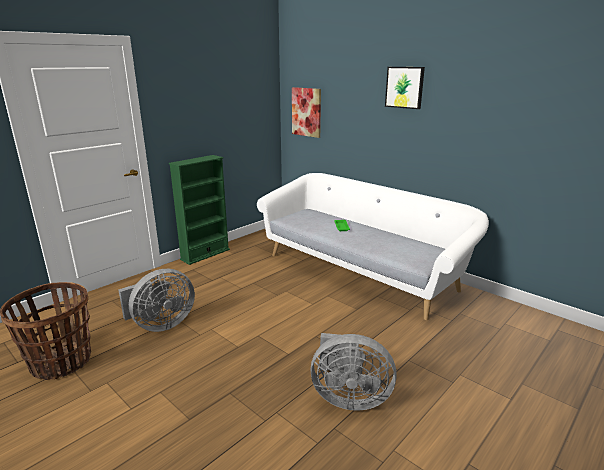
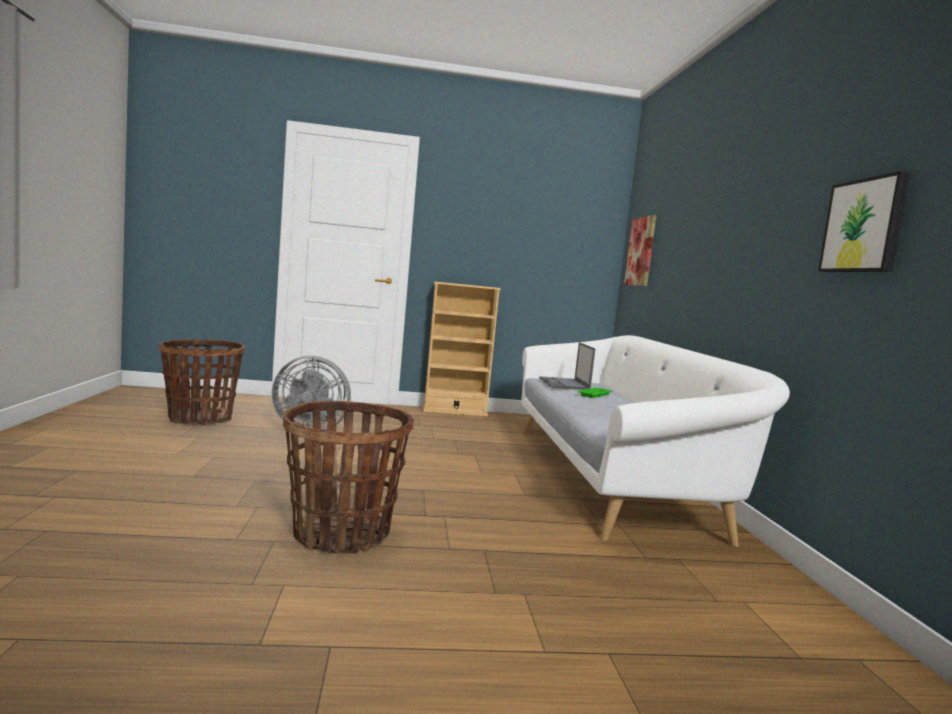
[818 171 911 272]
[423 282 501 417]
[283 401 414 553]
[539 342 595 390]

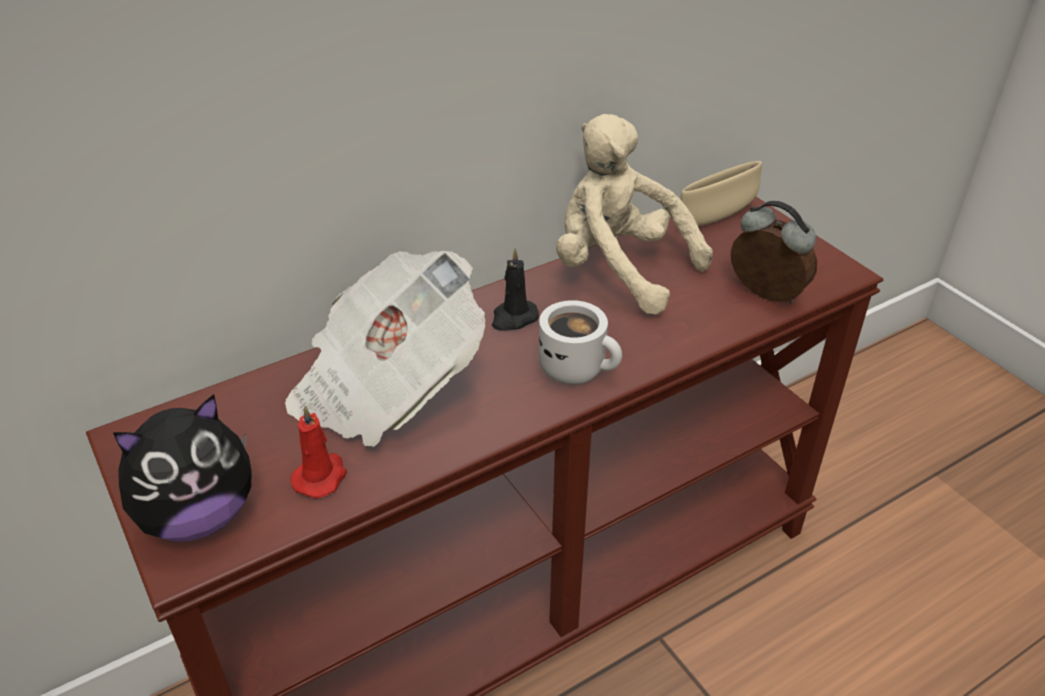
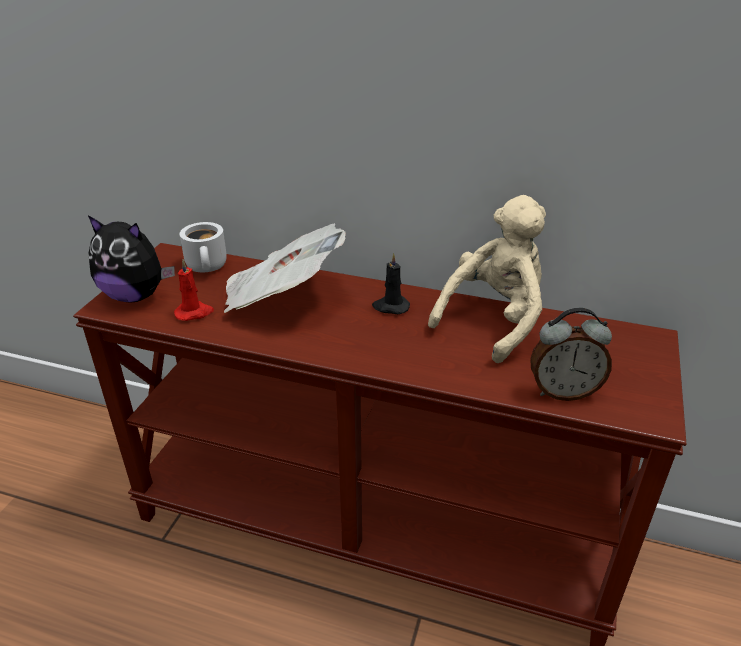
[428 195 546 363]
[680 161 762 226] (first image)
[530 308 612 401]
[180 222 227 272]

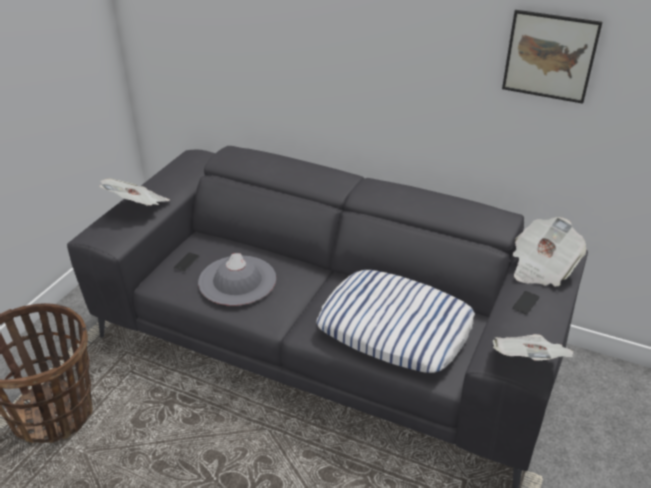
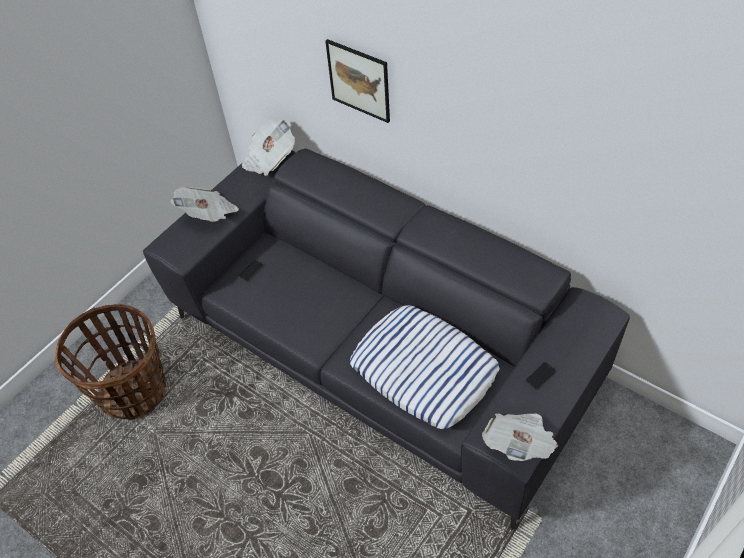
[325 39 390 123]
[242 119 295 176]
[198 253 276 306] (first image)

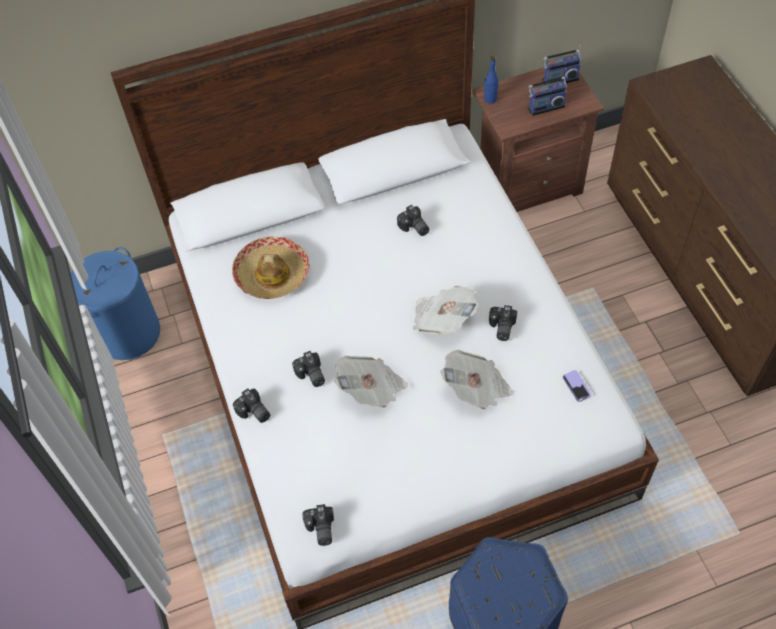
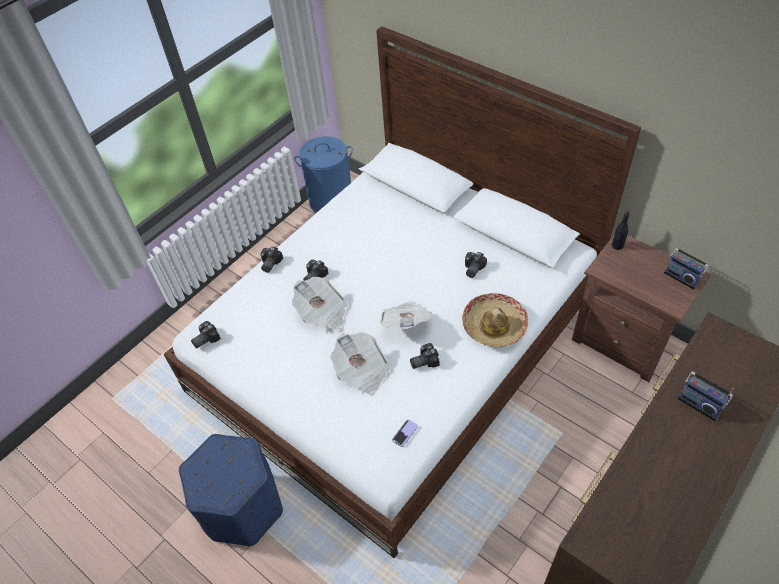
[612 209 630 250]
[677 371 734 421]
[462 293 528 347]

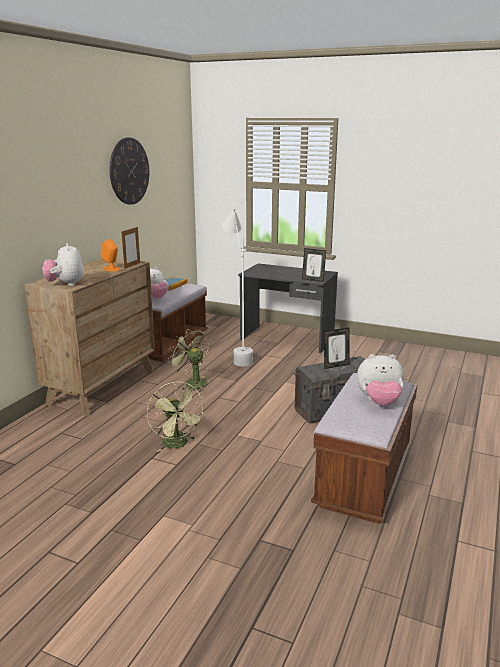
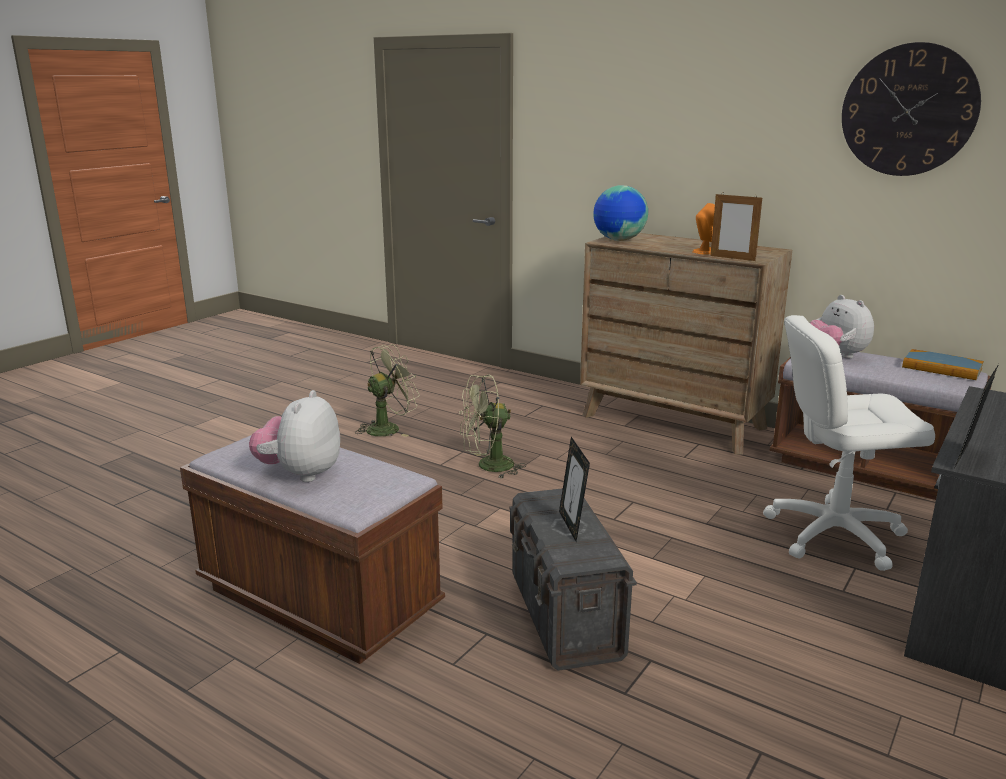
[763 315 935 571]
[593 185 648 241]
[355 344 420 437]

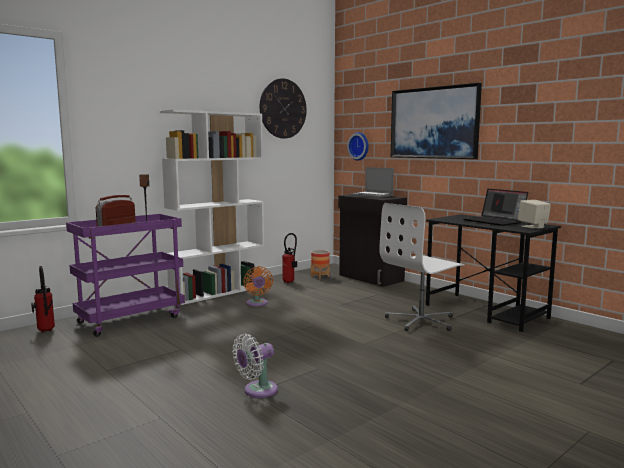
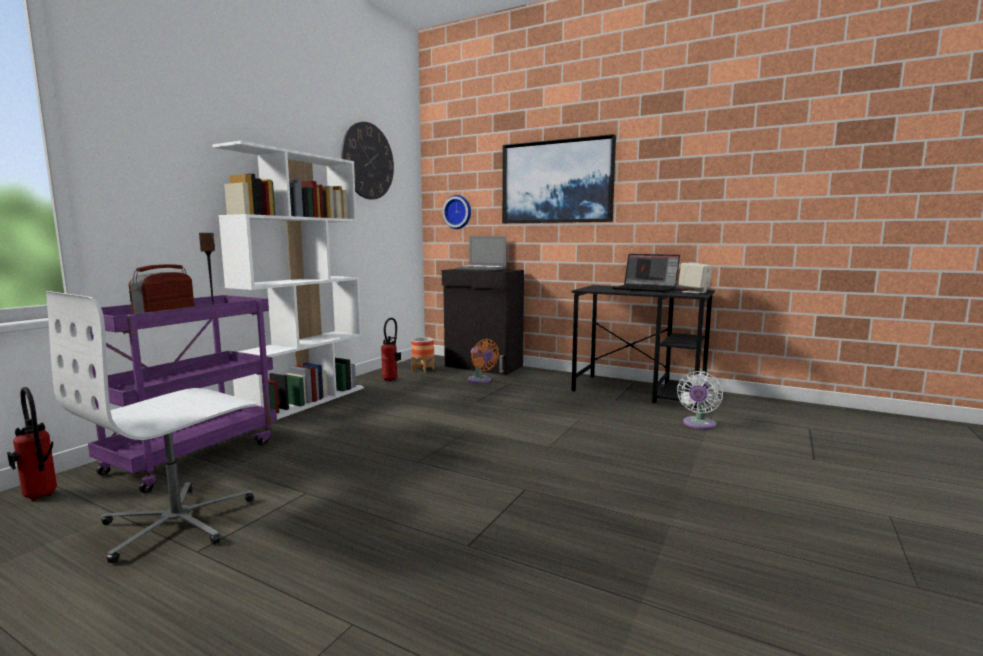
[45 291 256 563]
[468 339 499 384]
[677 371 723 429]

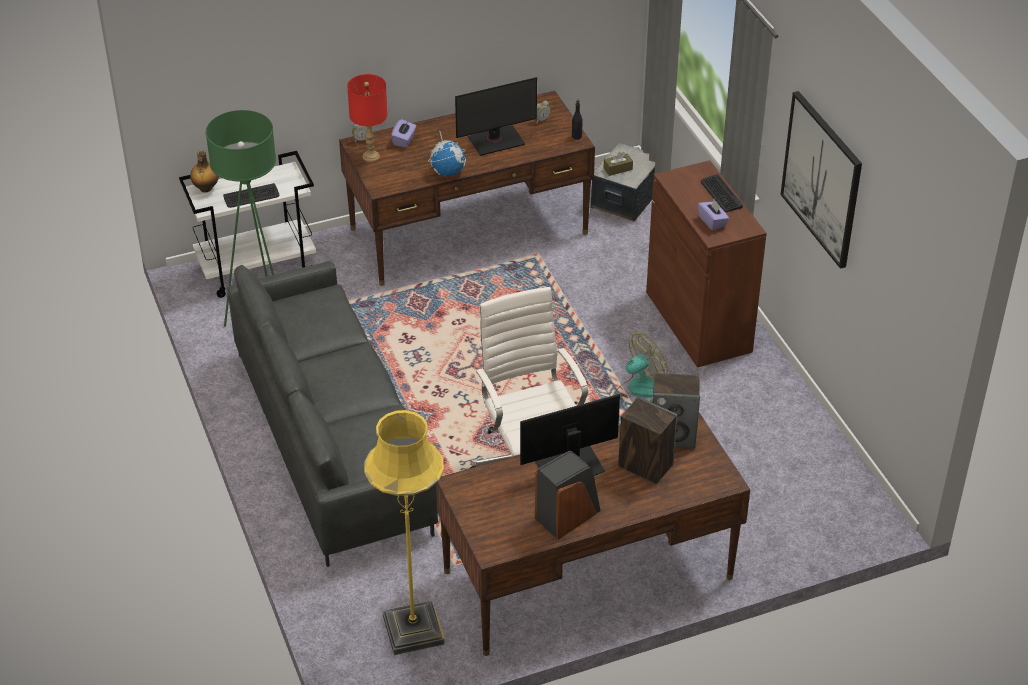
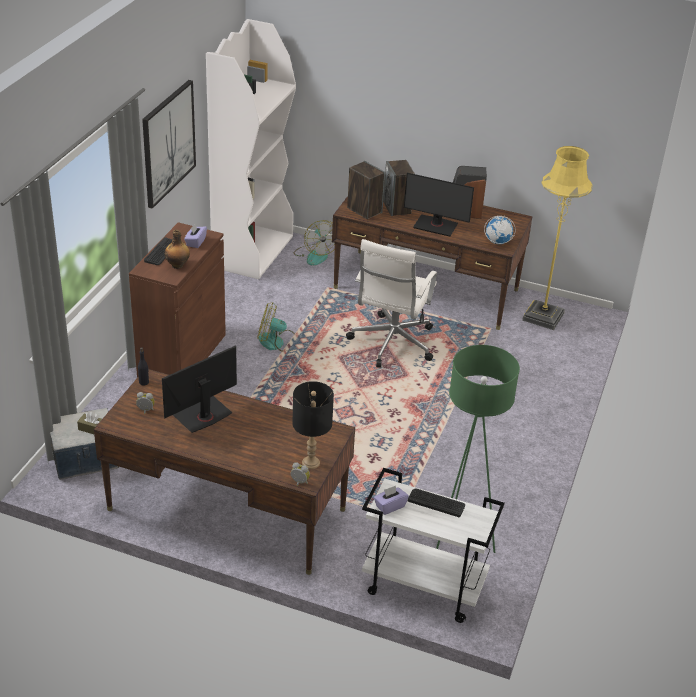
[292 381 334 469]
[162 345 237 433]
[374 486 409 515]
[484 216 516 244]
[165 230 190 269]
[227 261 438 567] (first image)
[206 19 296 279]
[294 220 335 265]

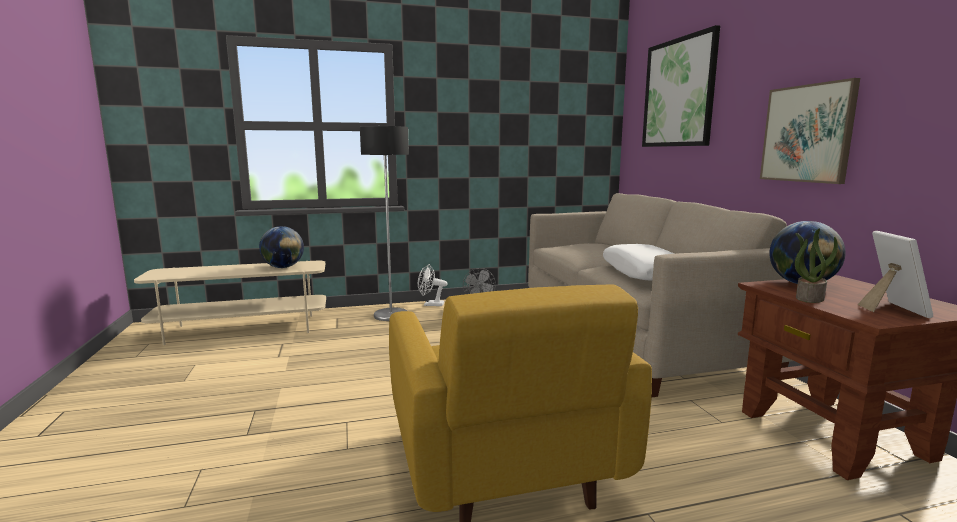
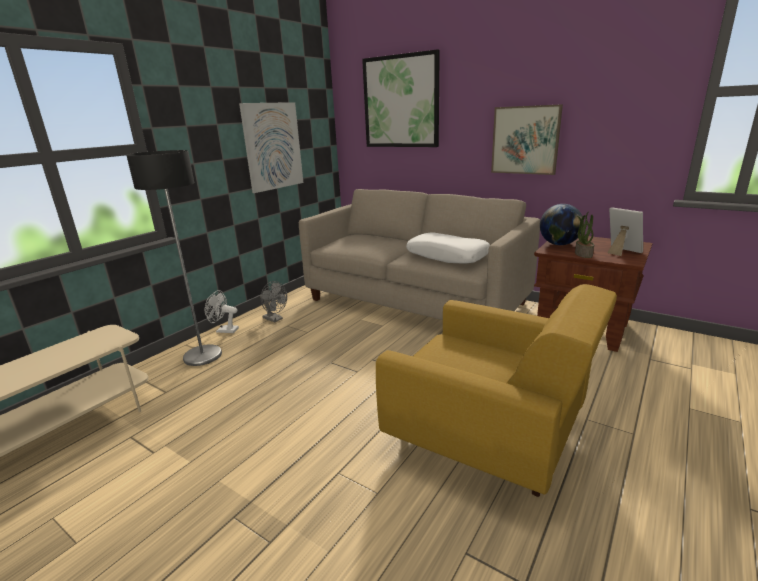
[259 226 304 268] (first image)
[205 290 239 333]
[239 102 303 193]

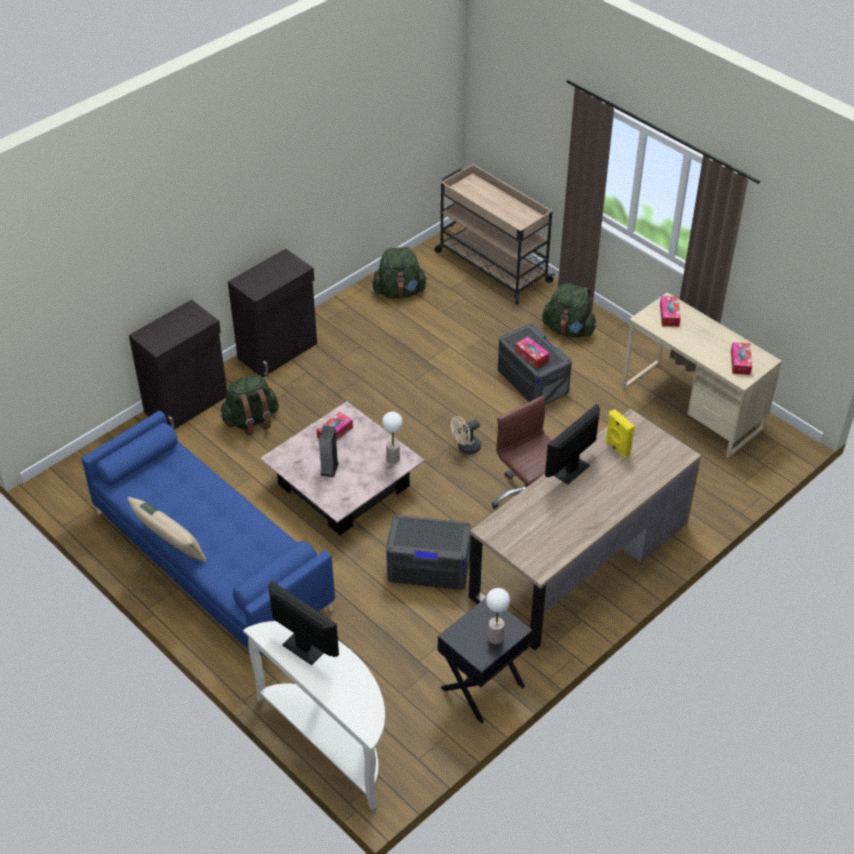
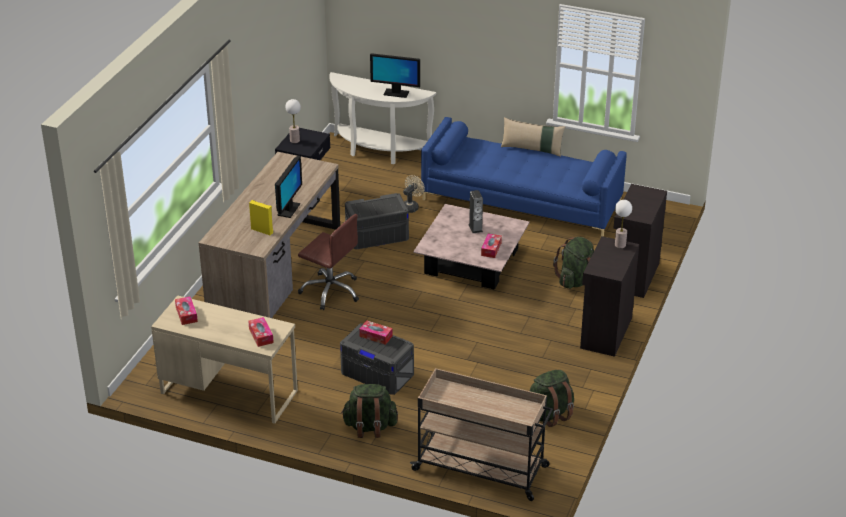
[615 200 632 248]
[403 175 425 213]

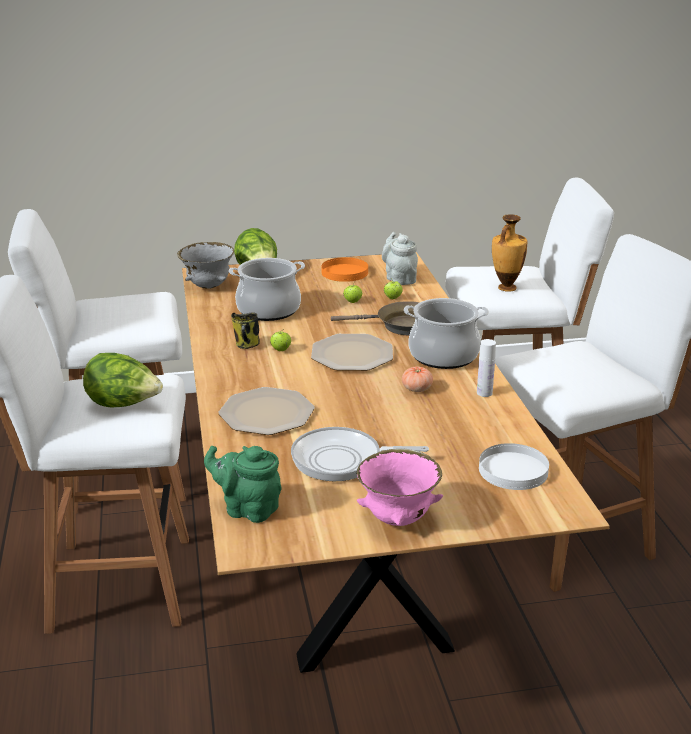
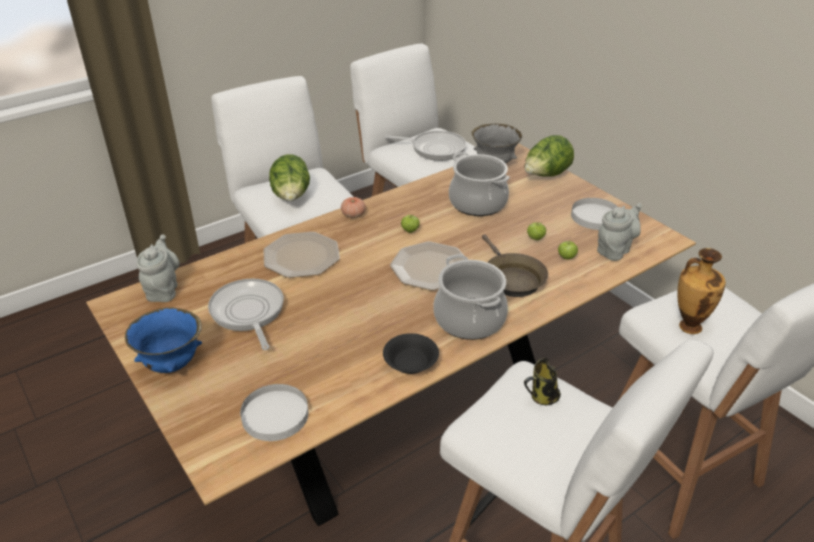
[571 198 618 230]
[524 358 561 405]
[383 333 439 374]
[341 197 366 218]
[137 234 180 302]
[125 307 202 373]
[385 131 466 161]

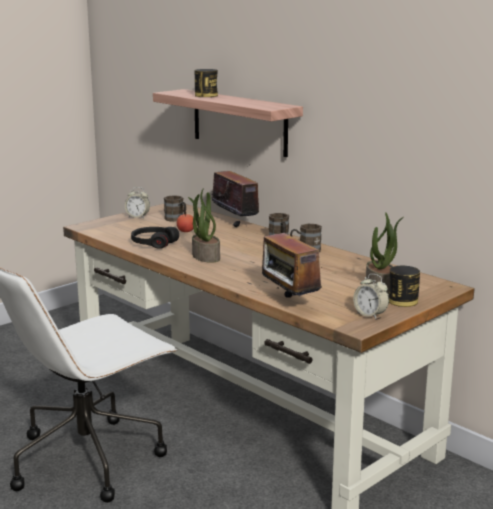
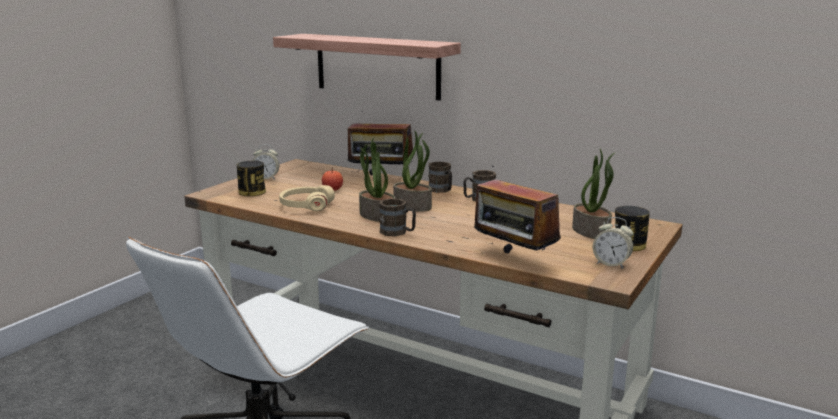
[237 161 266 196]
[348 111 414 175]
[379 198 416 236]
[279 185 335 211]
[393 130 432 212]

